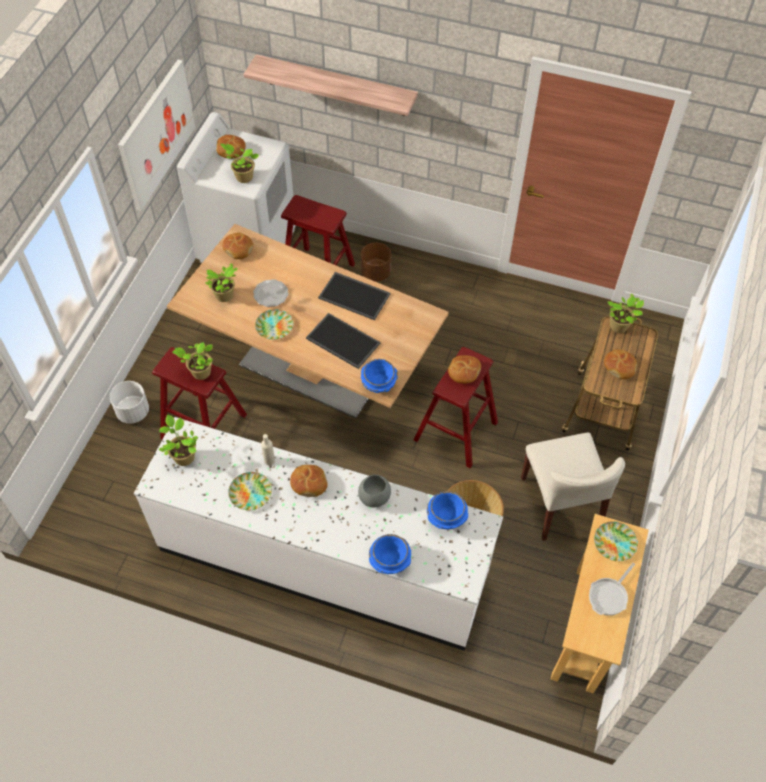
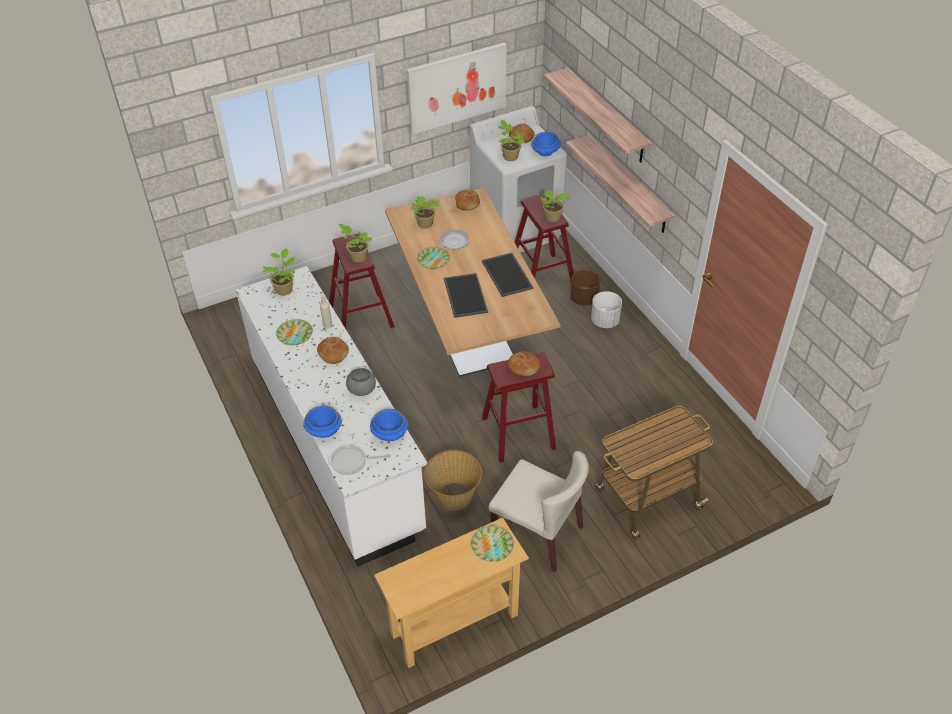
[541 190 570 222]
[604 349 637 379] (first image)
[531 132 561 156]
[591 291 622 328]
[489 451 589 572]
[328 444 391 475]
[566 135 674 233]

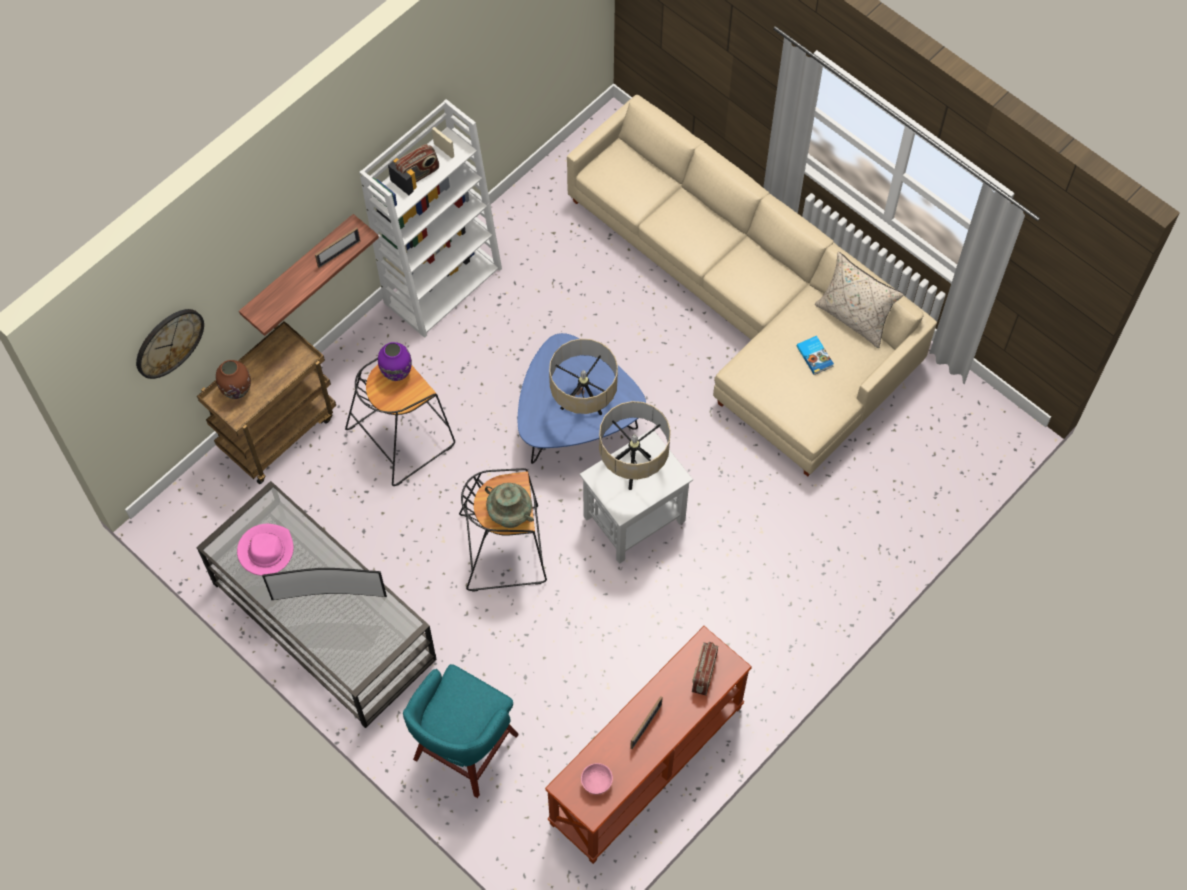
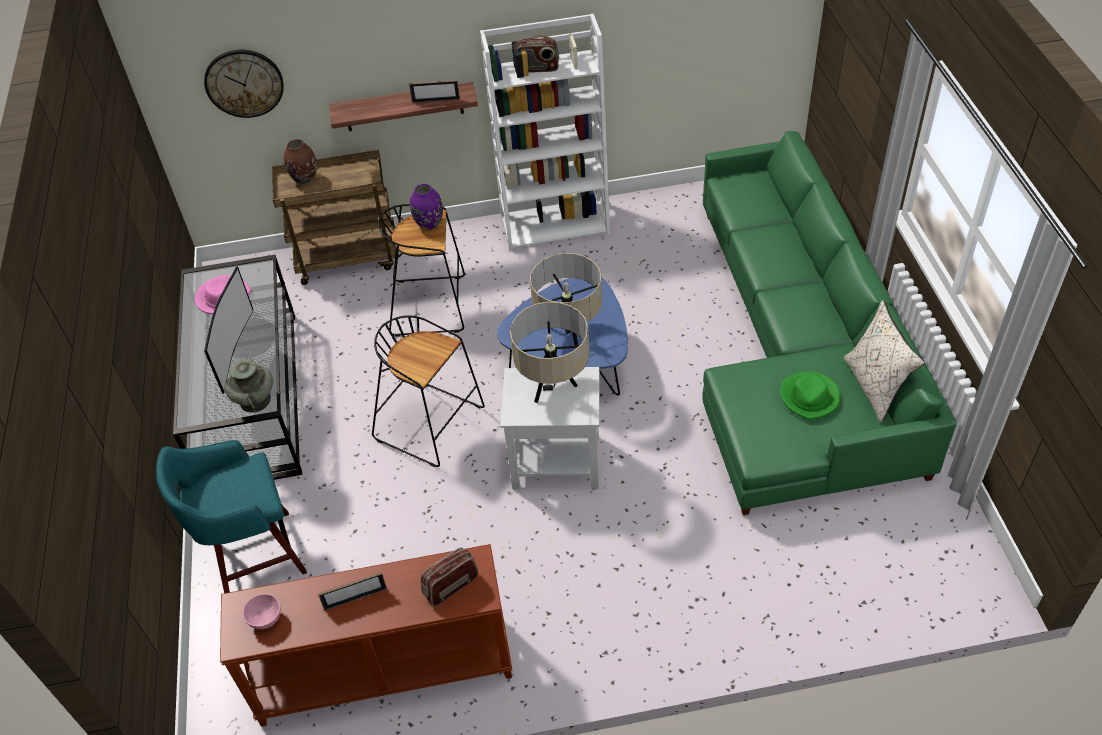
[702 131 957 515]
[780 372 841 420]
[225 359 273 413]
[204 267 253 394]

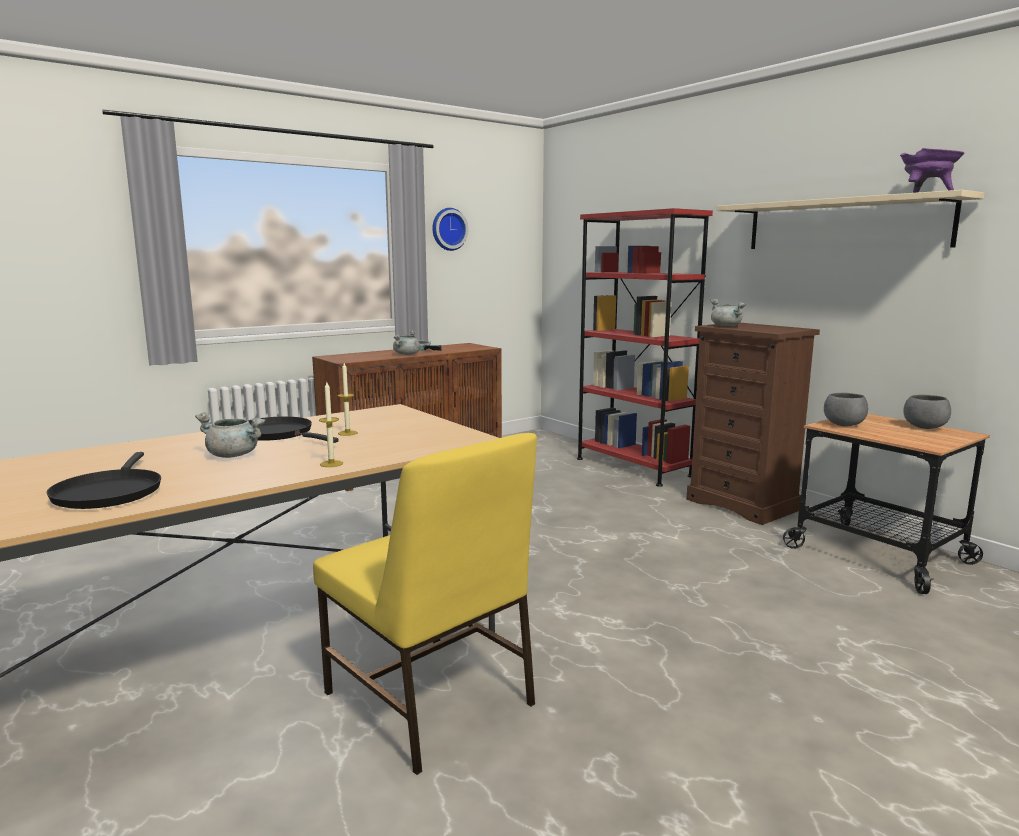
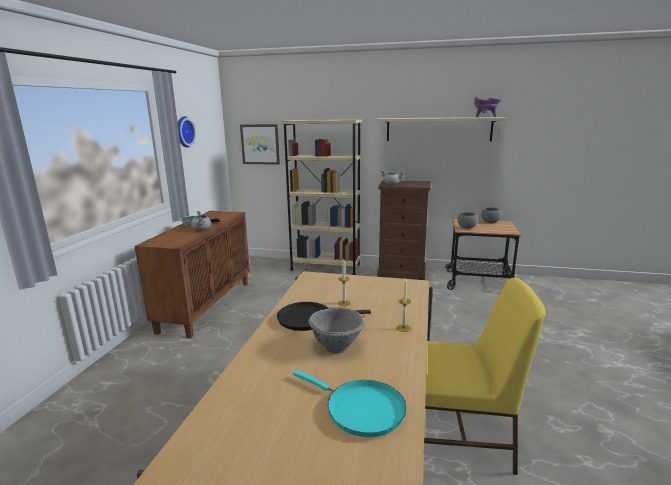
[282 119 362 275]
[308 307 364 354]
[293 370 406 437]
[240 124 280 165]

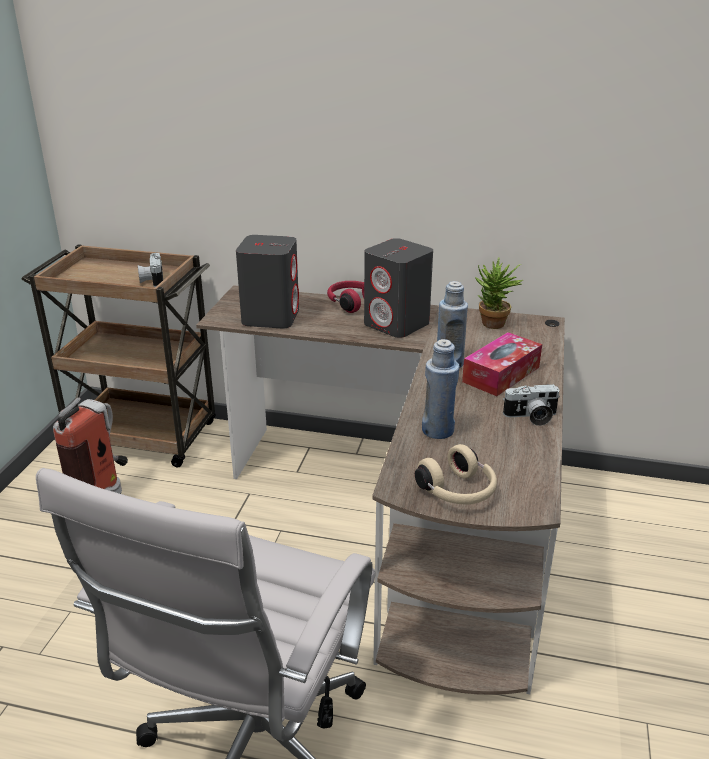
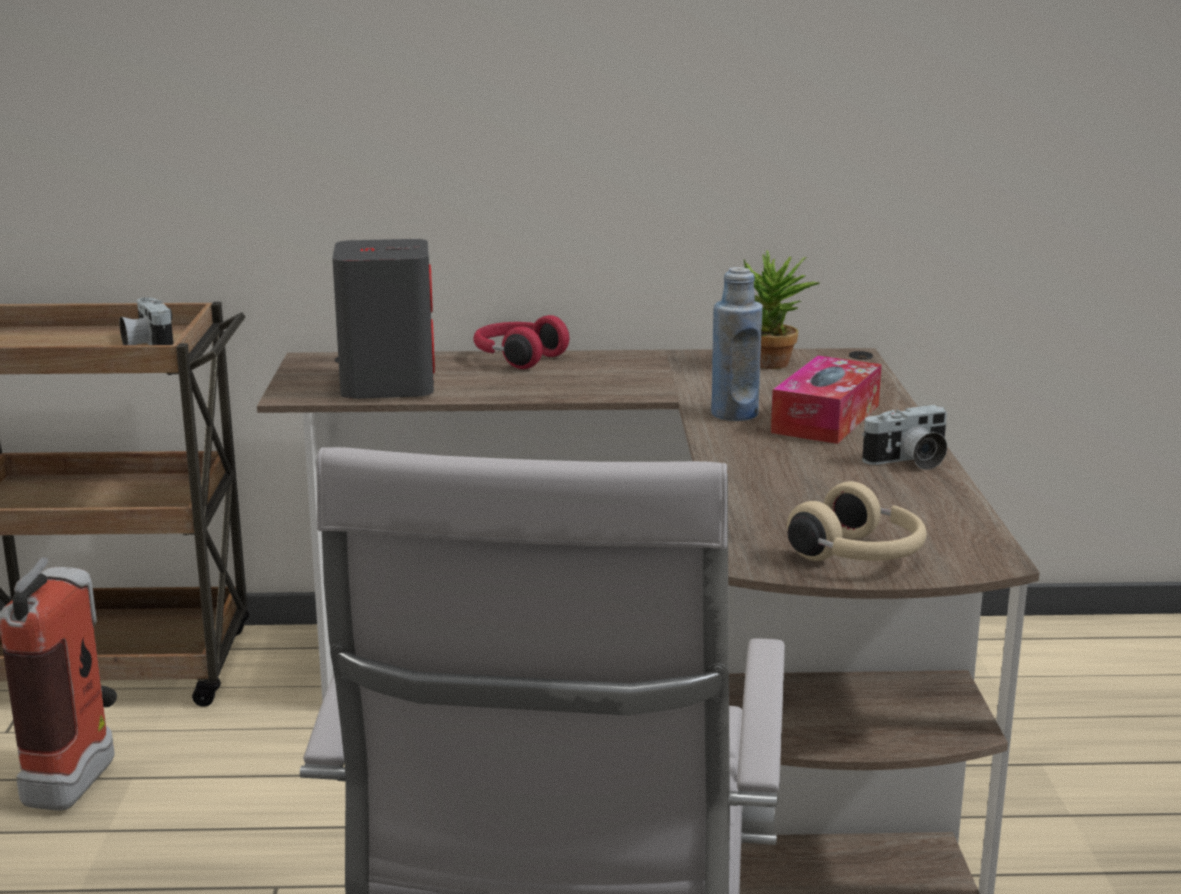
[364 238 433 338] (first image)
[422 339 460 439] (first image)

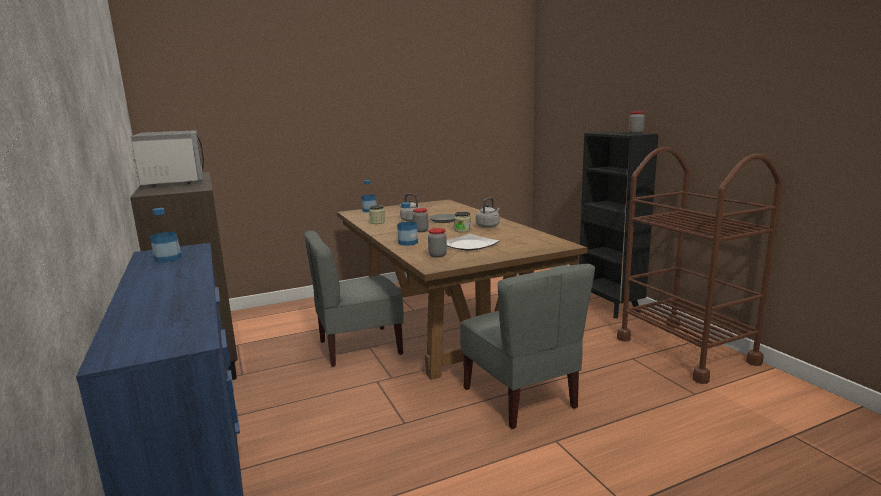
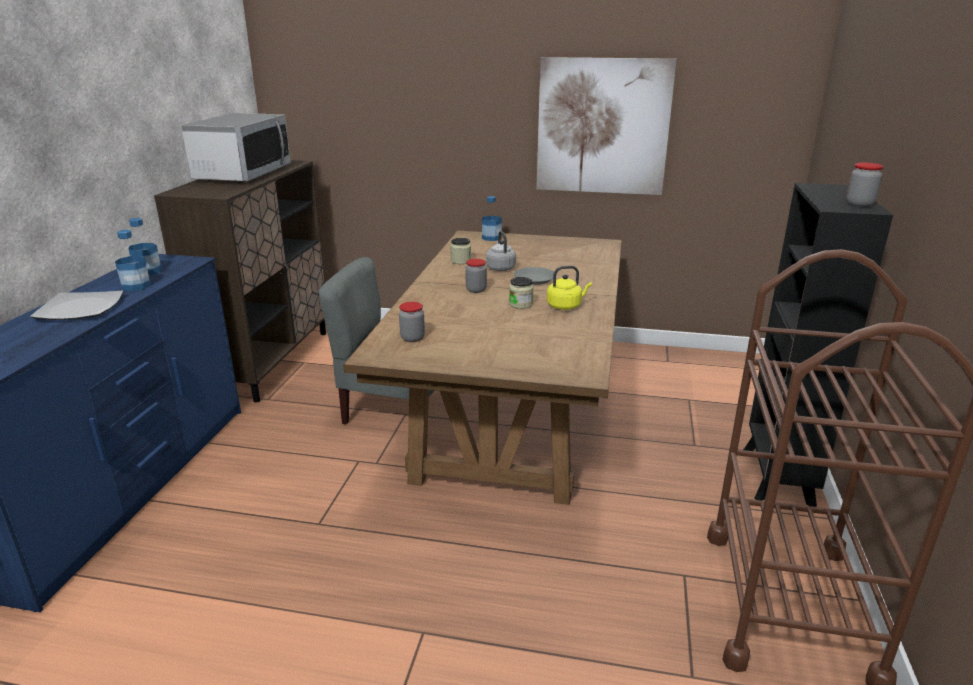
[547 266 592 310]
[115 230 151 291]
[30 290 124 320]
[460 264 595 429] (first image)
[536 57 677 195]

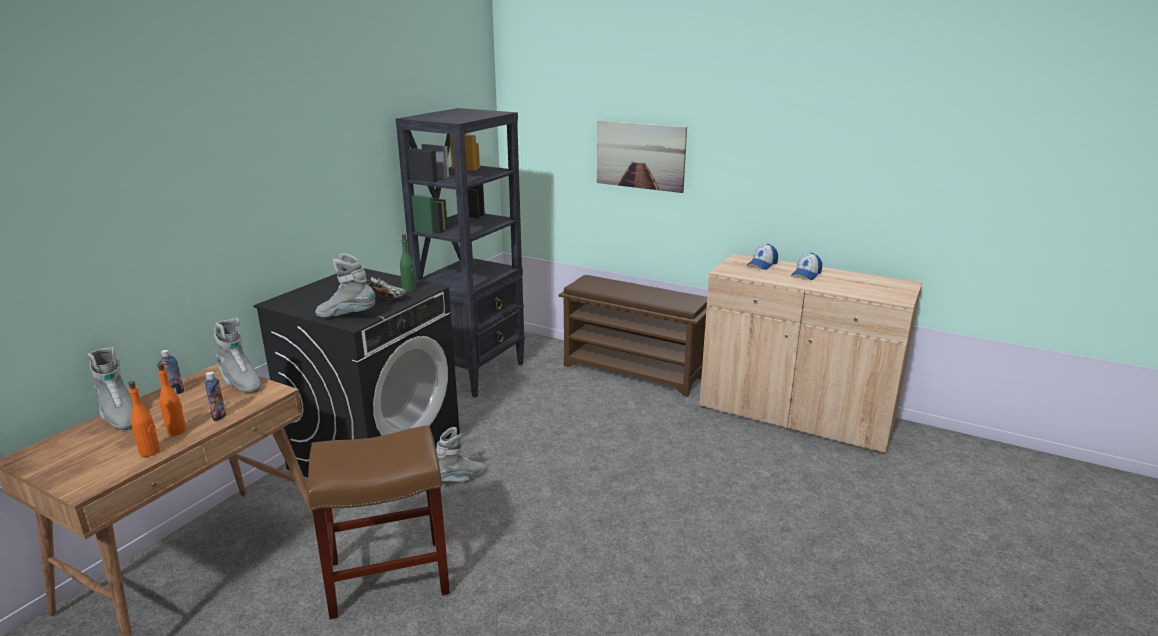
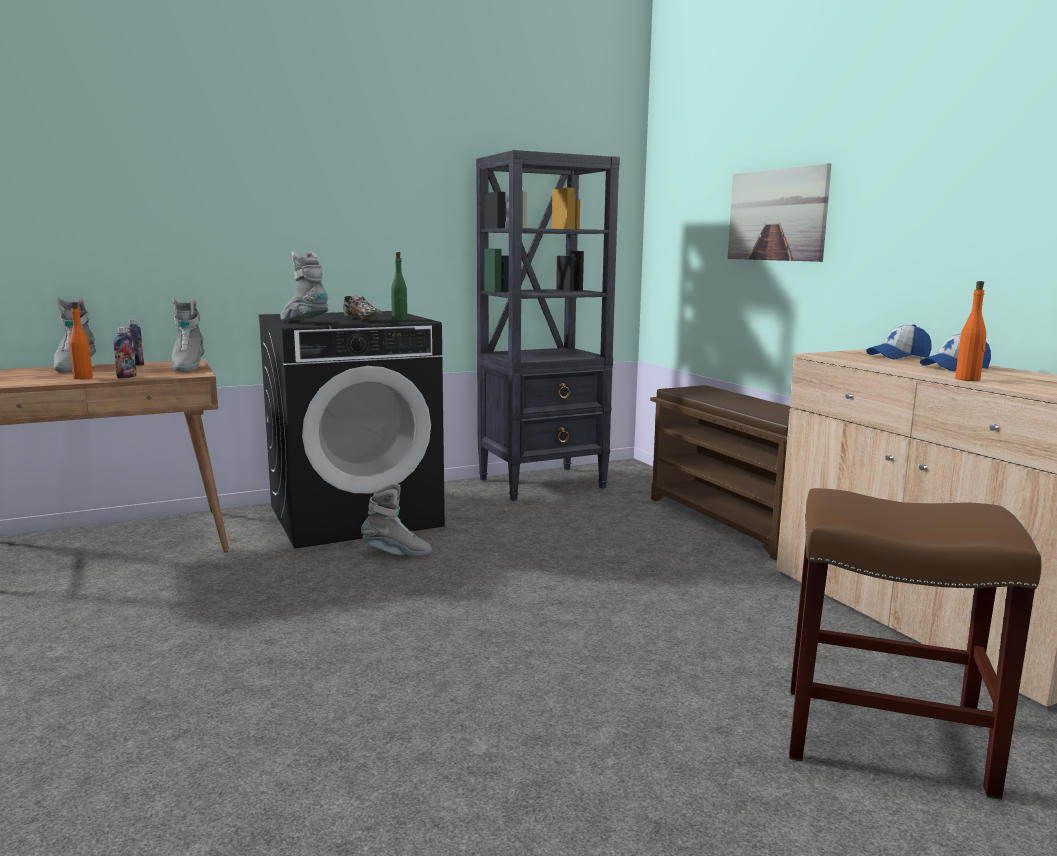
[955 281 986 381]
[789 488 1042 800]

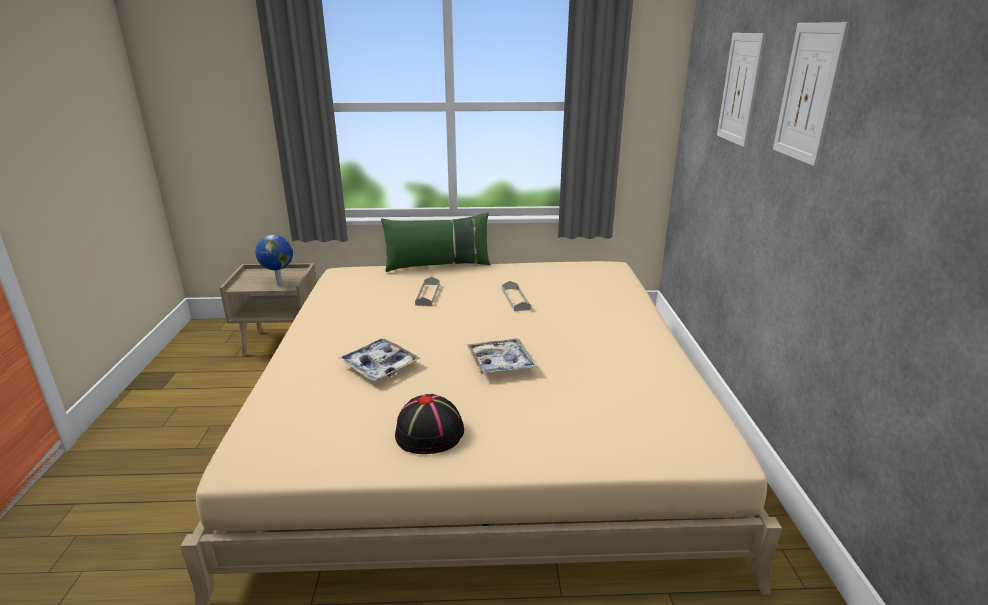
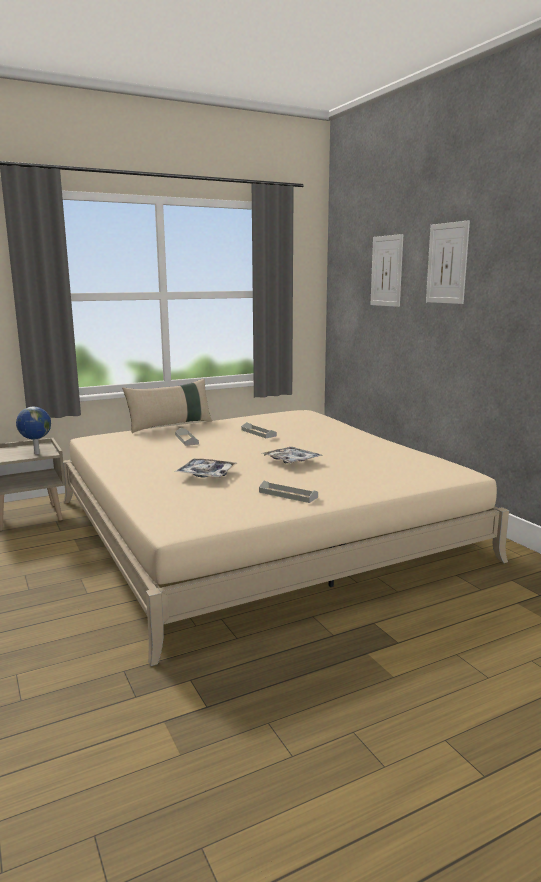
[122 379 212 433]
[259 481 318 503]

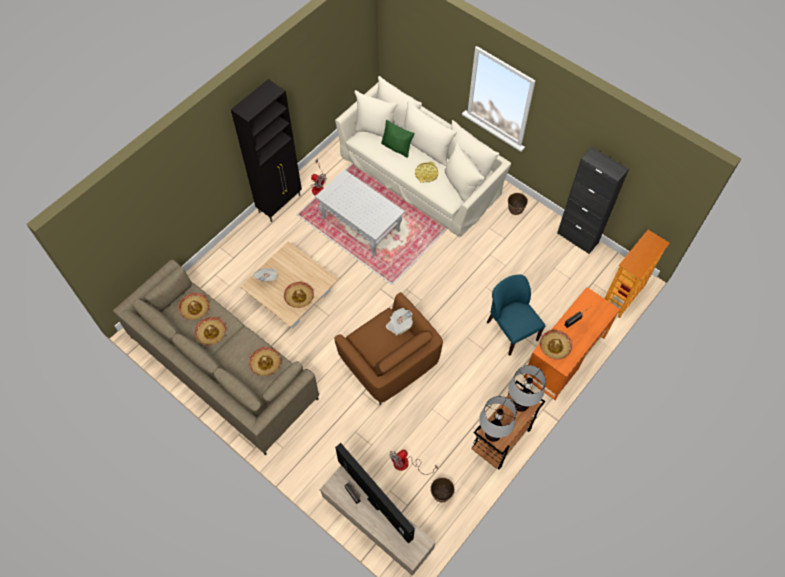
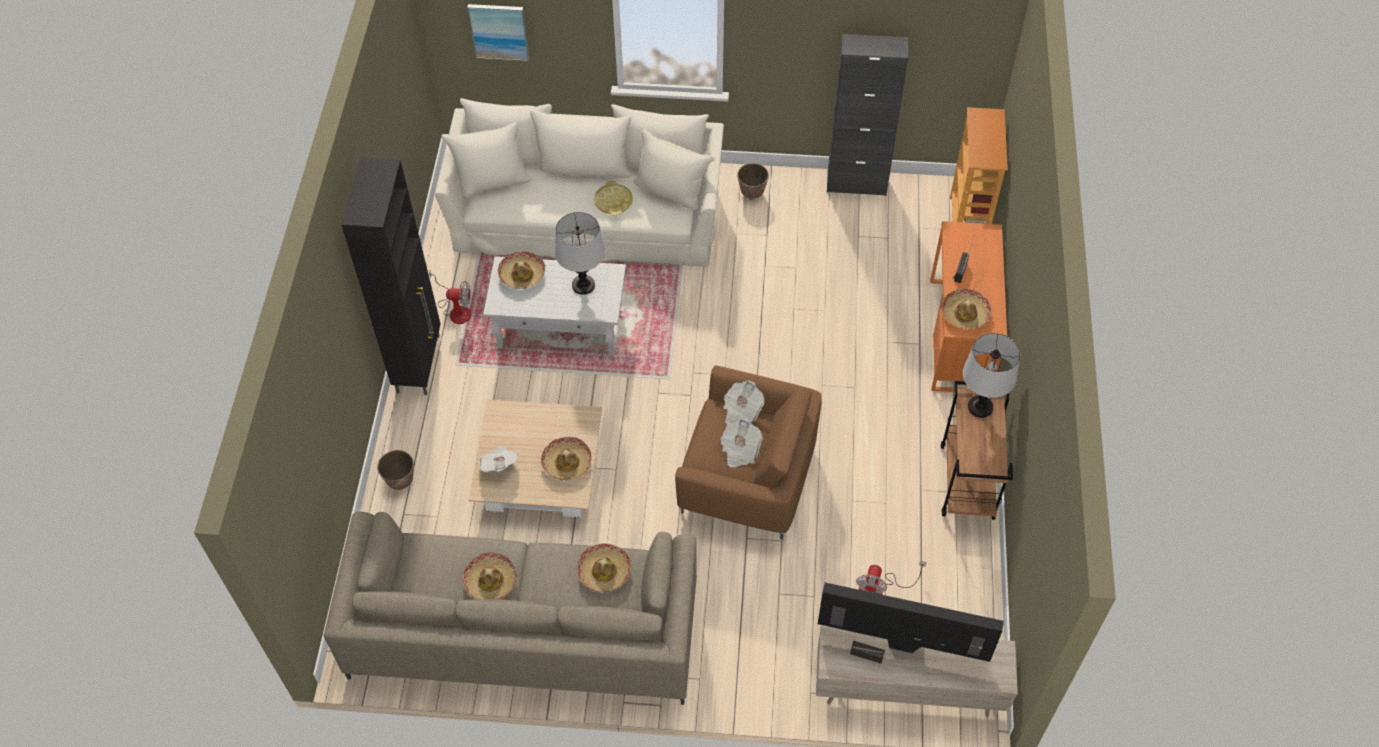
[381 120 415 158] (first image)
[487 274 545 356] (first image)
[498 251 545 289]
[555 212 605 295]
[377 450 414 490]
[467 4 530 61]
[720 418 763 467]

